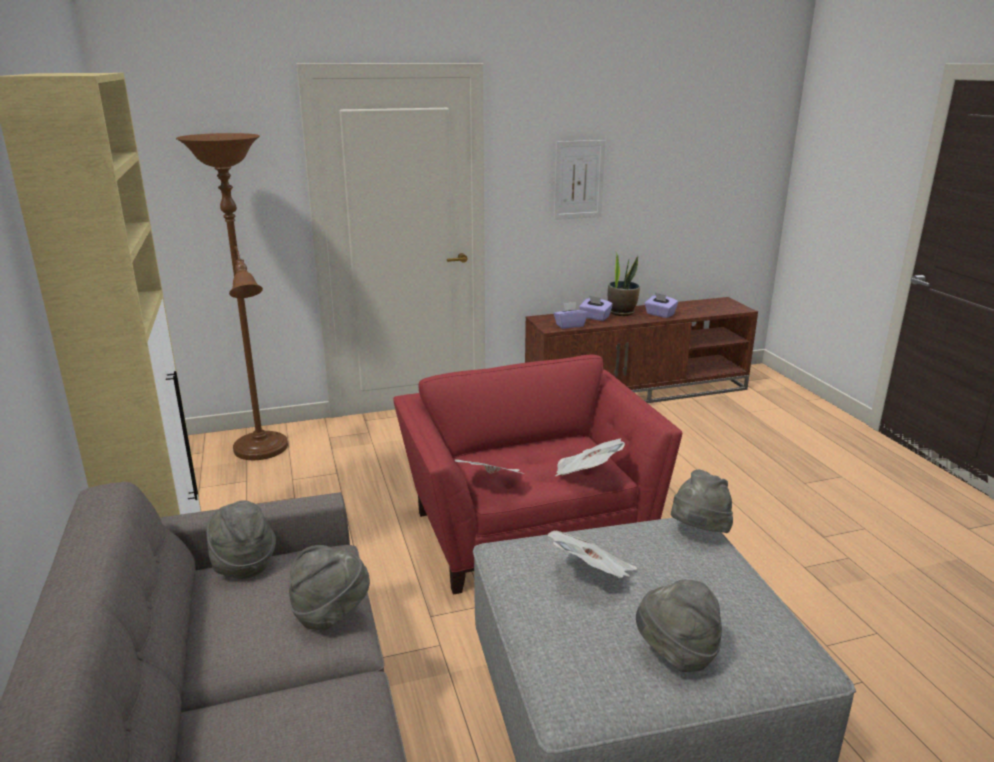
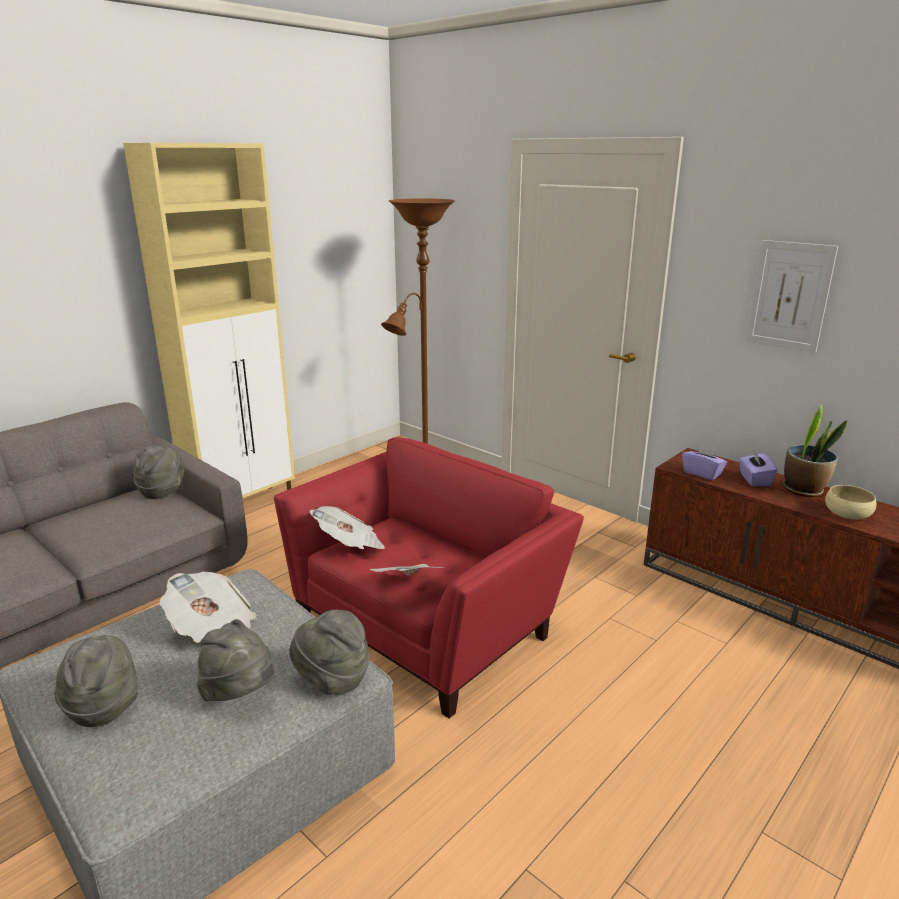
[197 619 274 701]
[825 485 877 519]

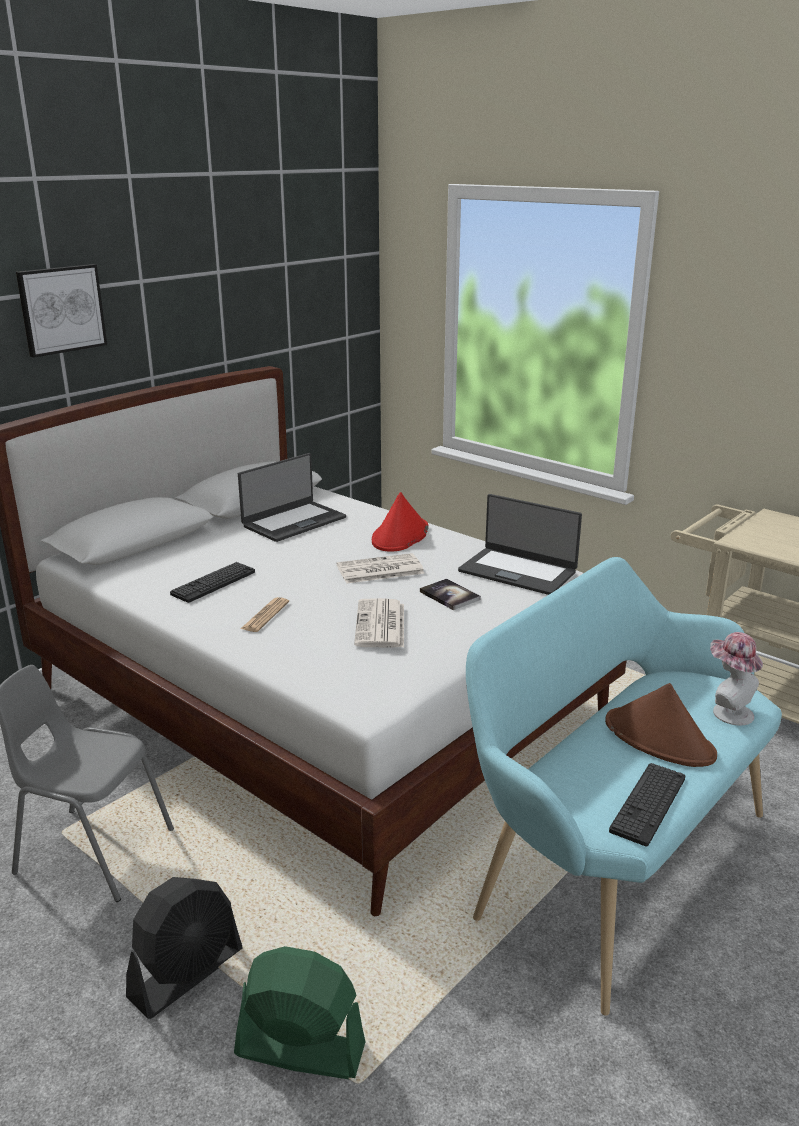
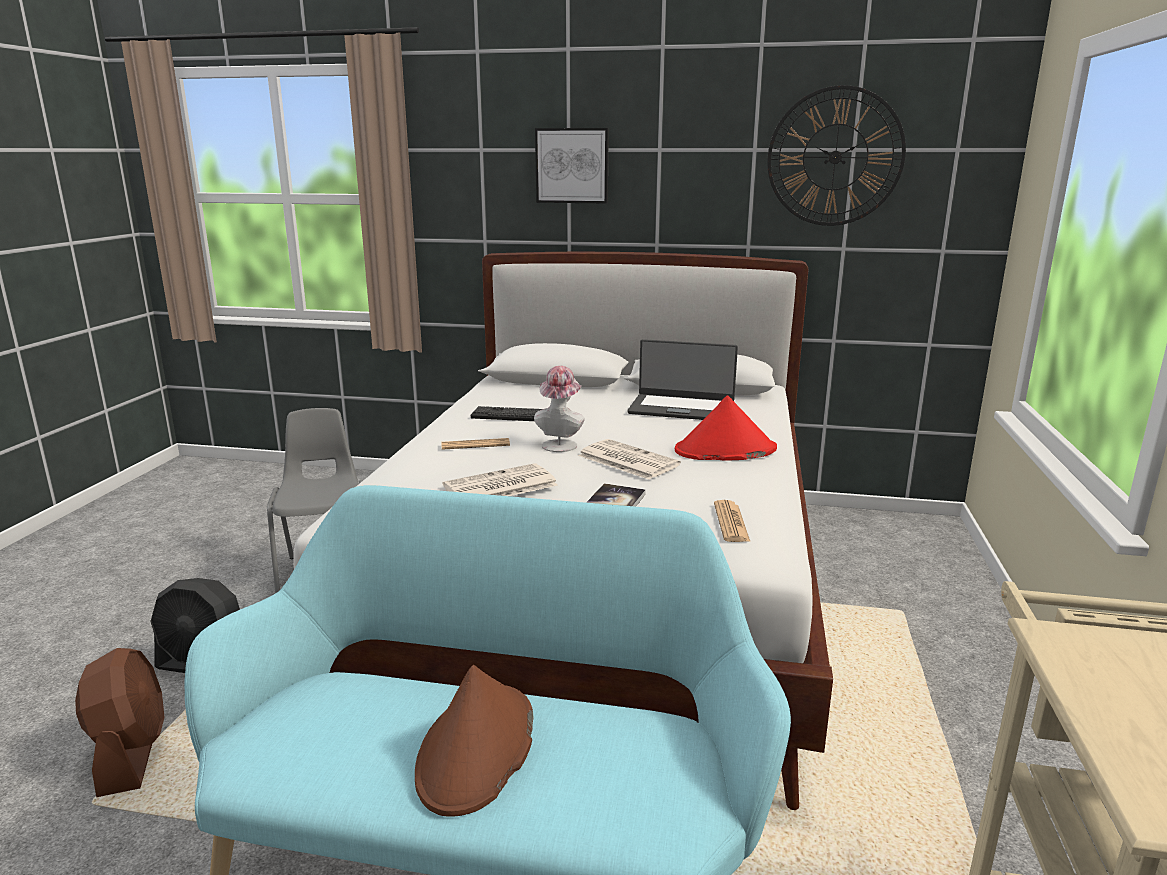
[609 763 685 847] (first image)
[767 85 906 226]
[534 366 585 452]
[714 500 750 542]
[75 648 165 797]

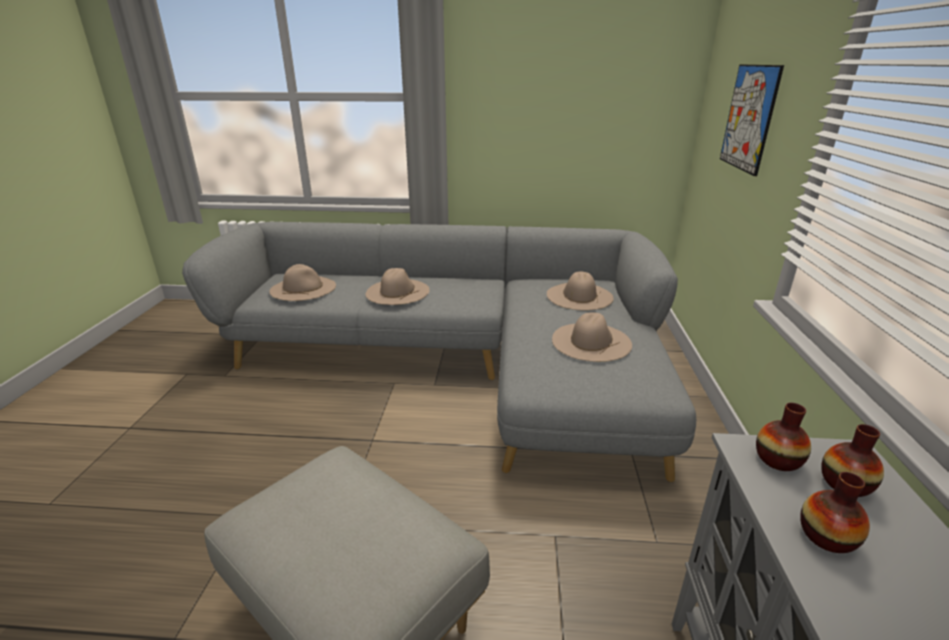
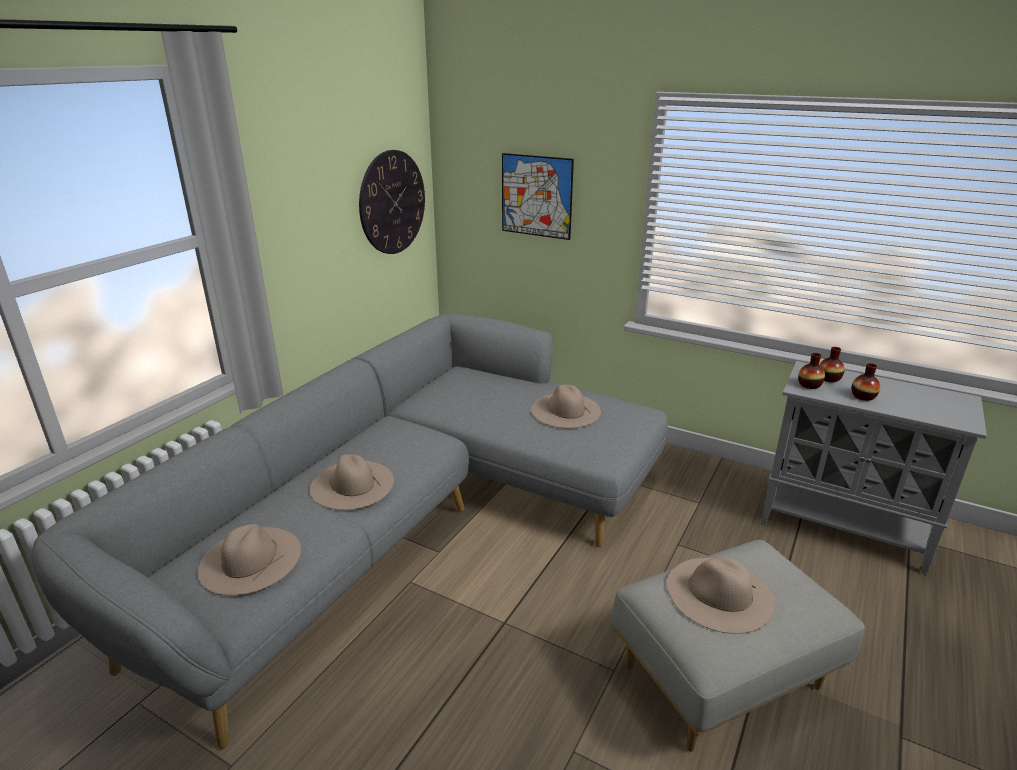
[359 150 425 254]
[667 557 775 634]

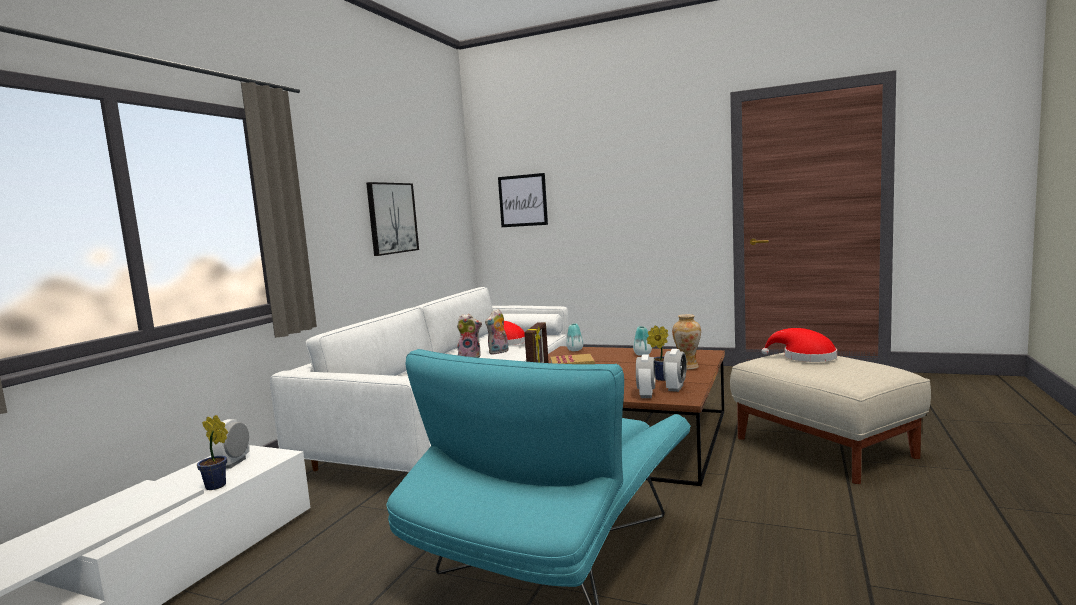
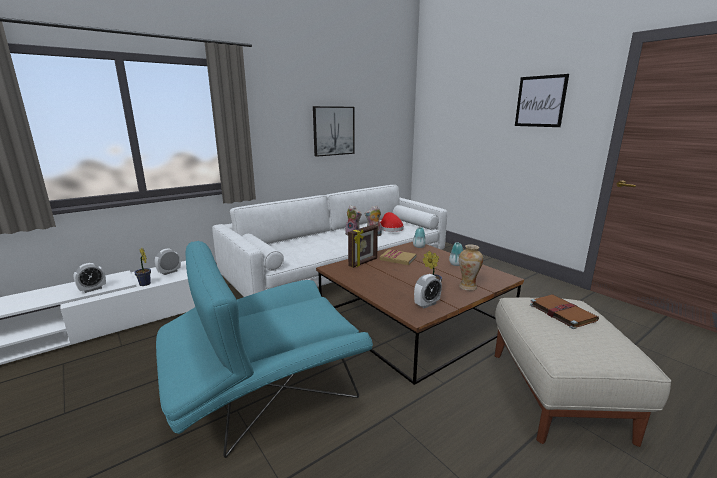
[515 74 569 127]
[74 263 106 293]
[530 294 599 329]

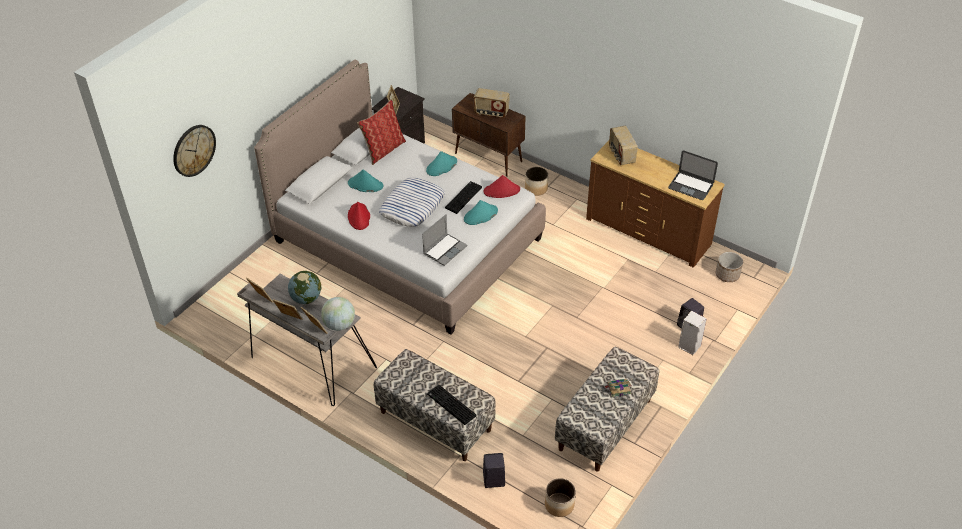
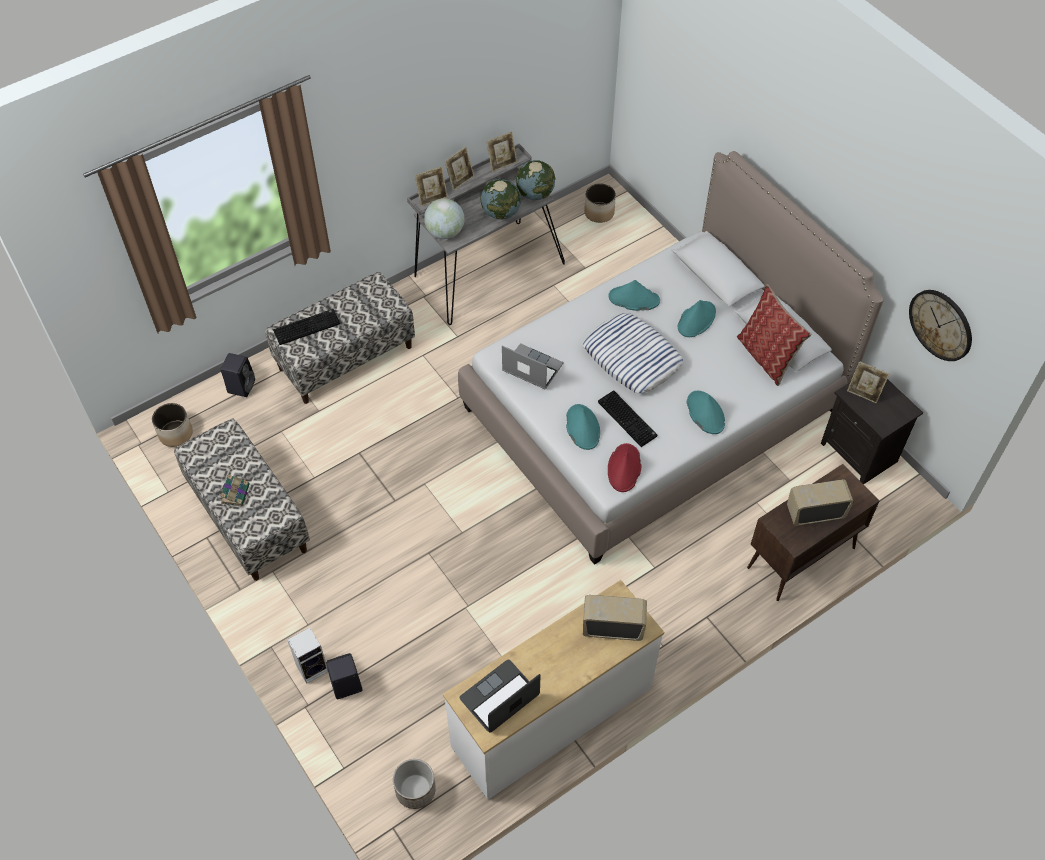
[516 160 555 200]
[909 290 972 361]
[584 183 616 223]
[608 280 660 311]
[443 580 664 800]
[502 343 564 390]
[787 479 854 526]

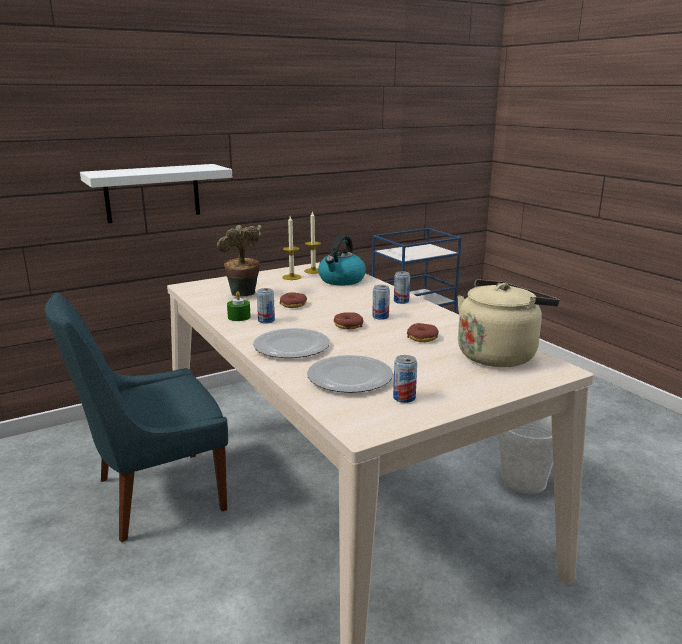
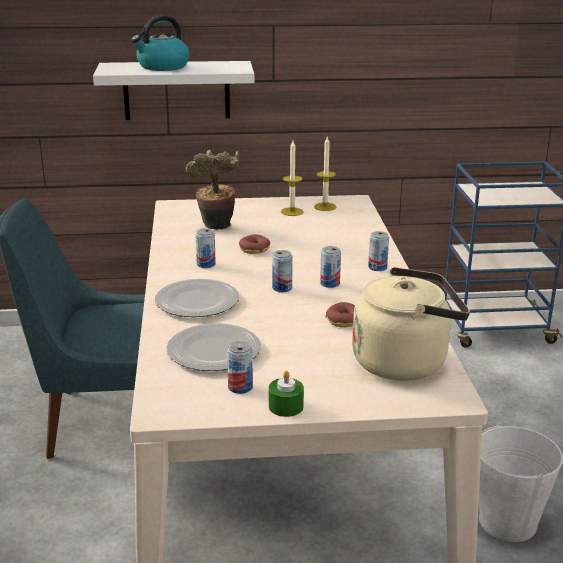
[269 371 304 417]
[131 15 189 71]
[272 250 293 292]

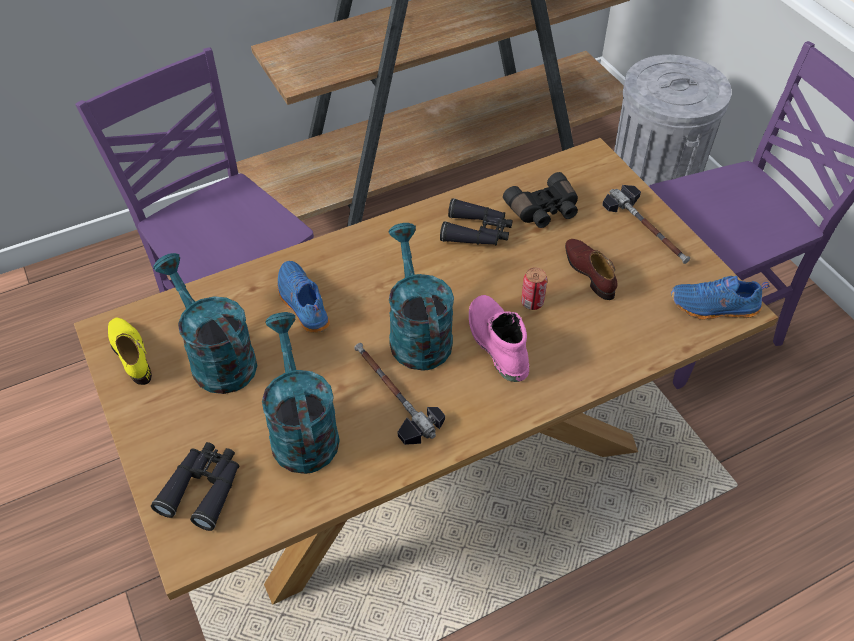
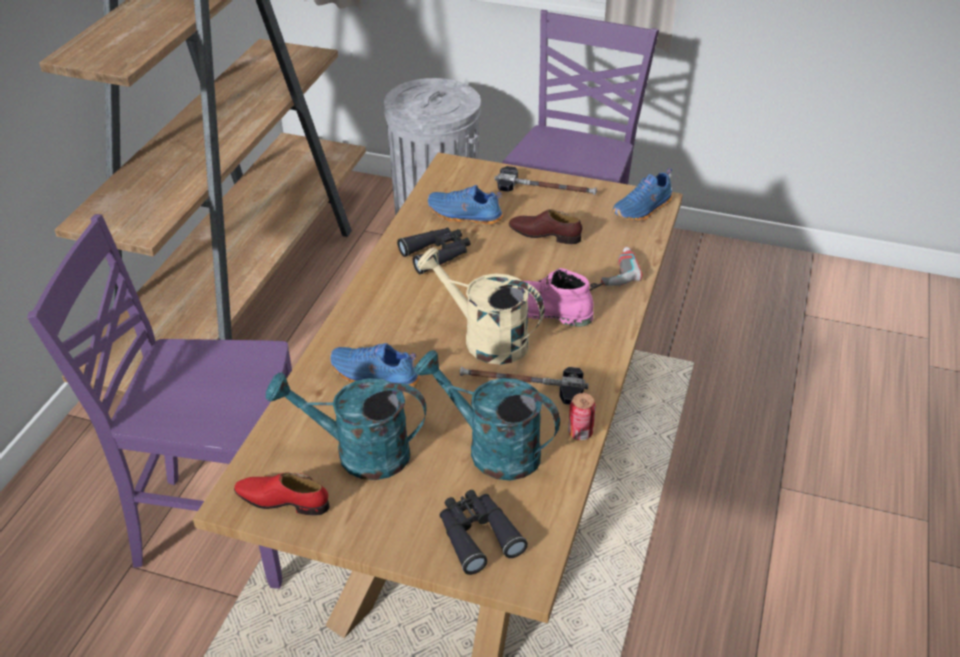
[589 247 642 291]
[568 393 596 440]
[428 185 503 225]
[234 472 329 516]
[417 247 544 365]

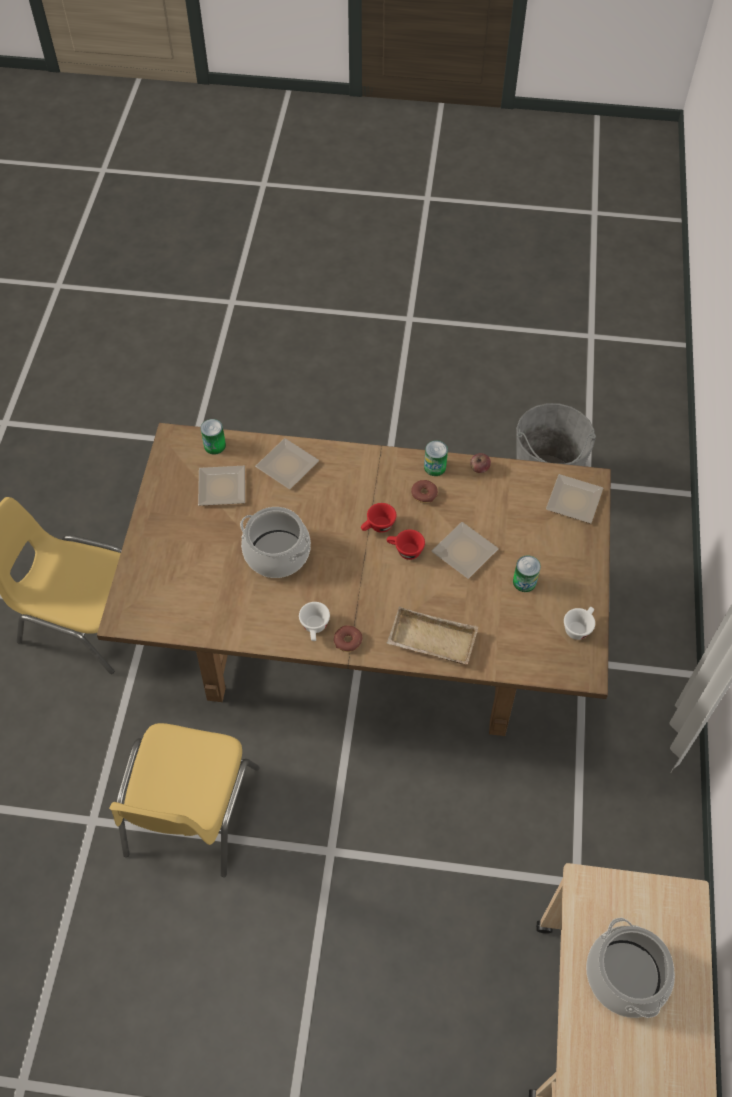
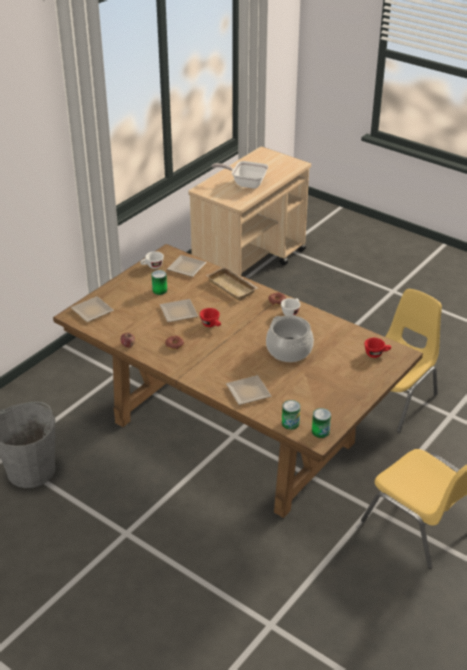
[167 255 206 277]
[364 338 391 358]
[312 408 331 438]
[212 161 268 189]

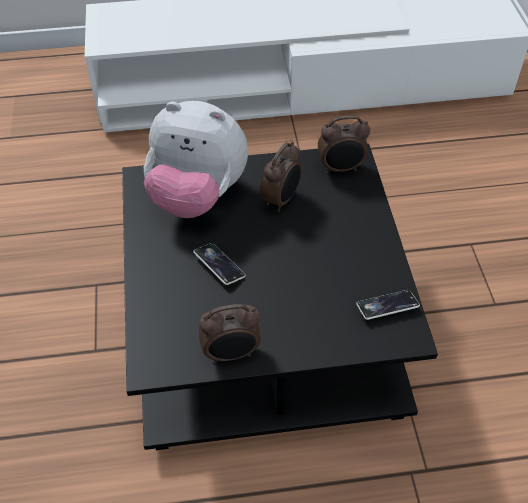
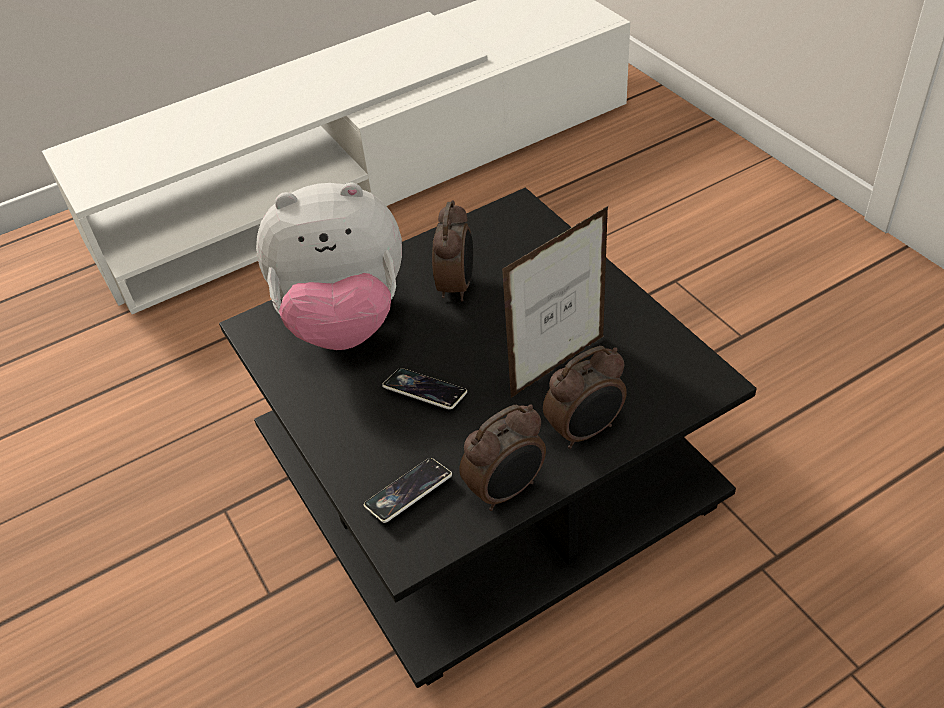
[502 206 608 398]
[543 346 627 449]
[364 458 452 523]

